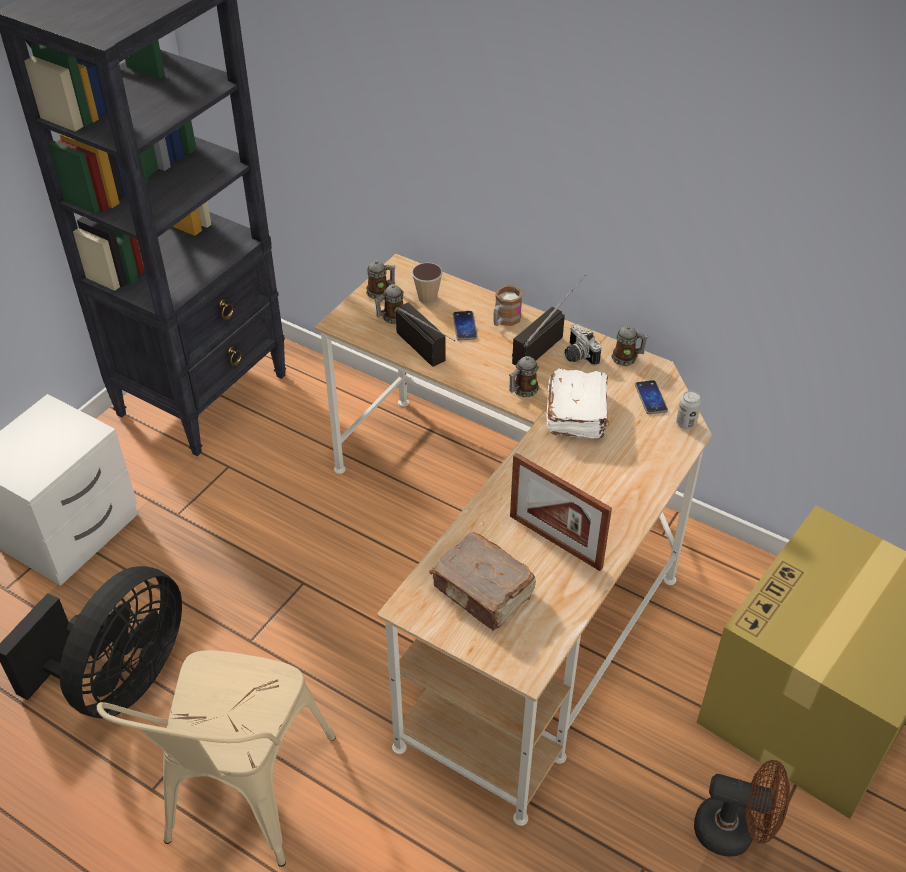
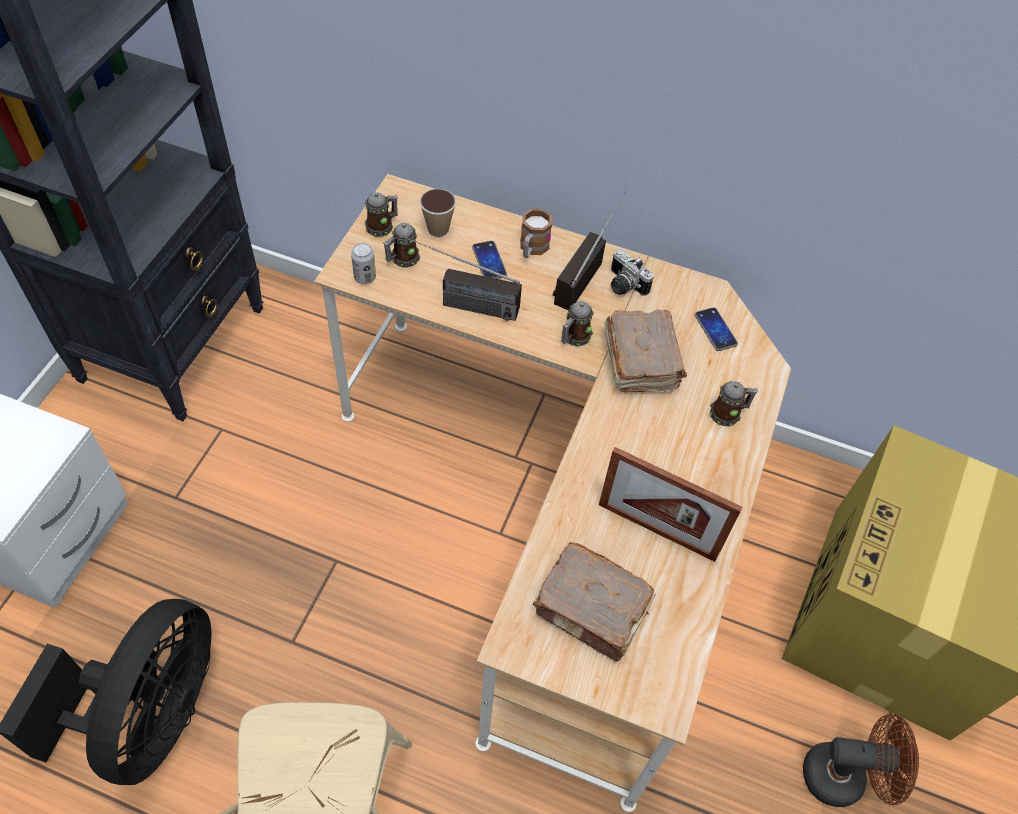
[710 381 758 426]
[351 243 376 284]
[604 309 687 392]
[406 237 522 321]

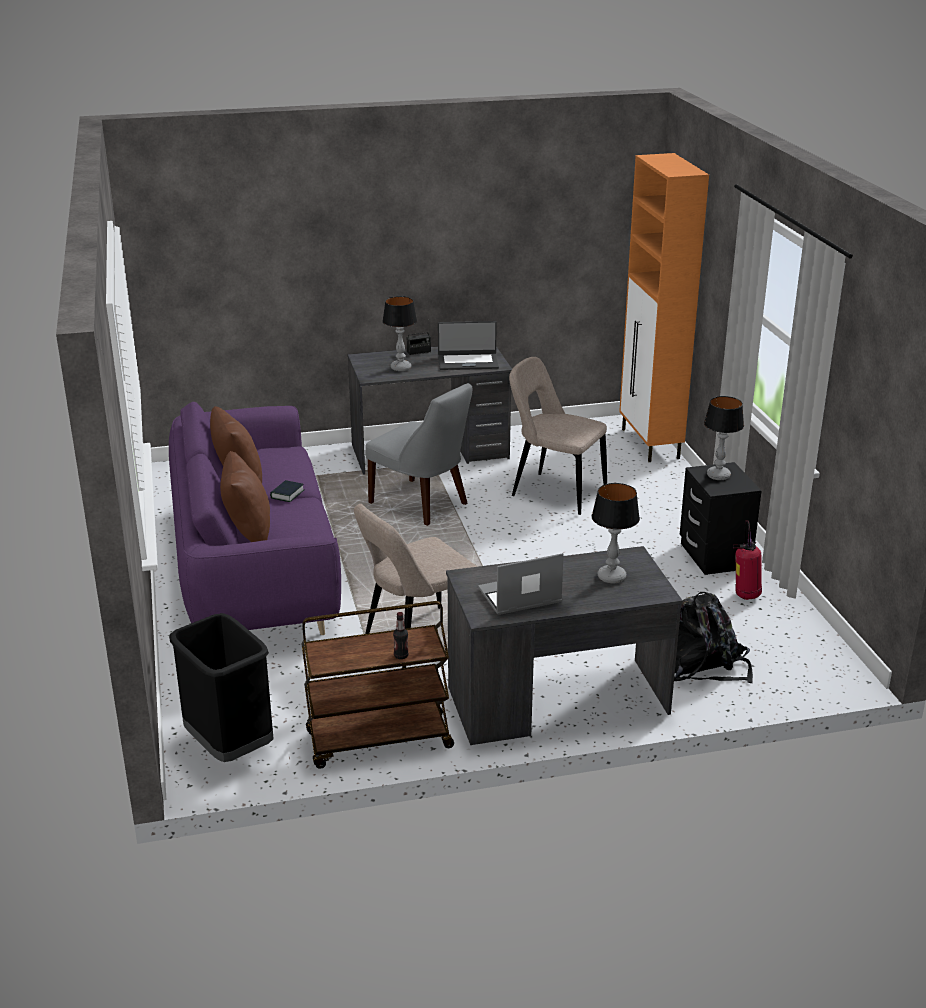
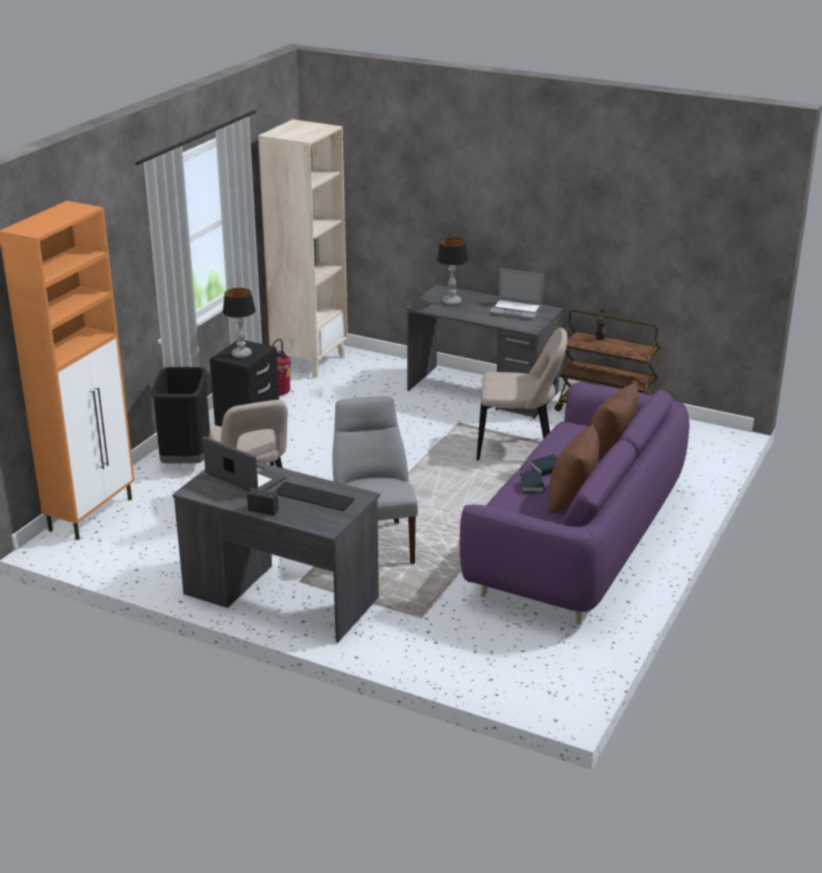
[674 592 753 683] (first image)
[258 119 348 378]
[519 472 545 493]
[151 367 210 464]
[274 482 355 511]

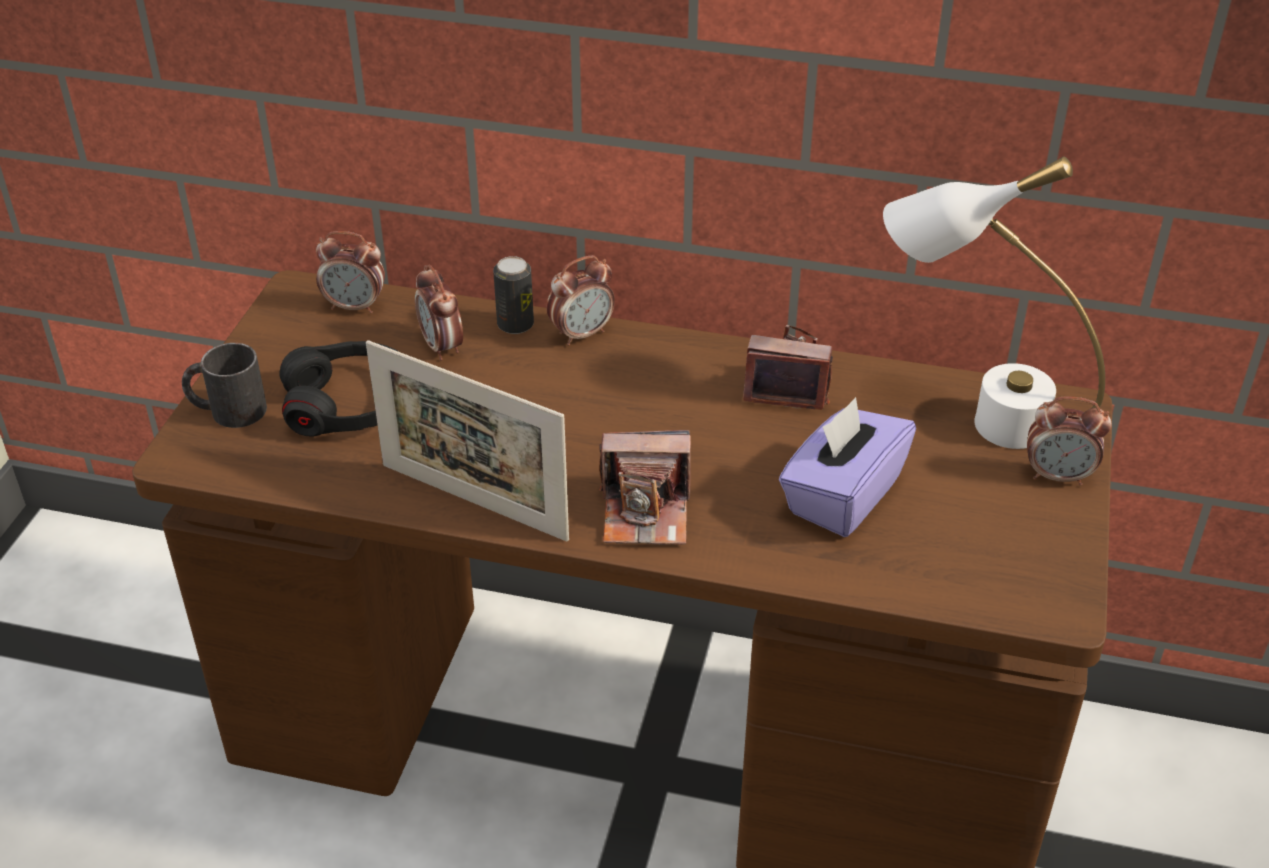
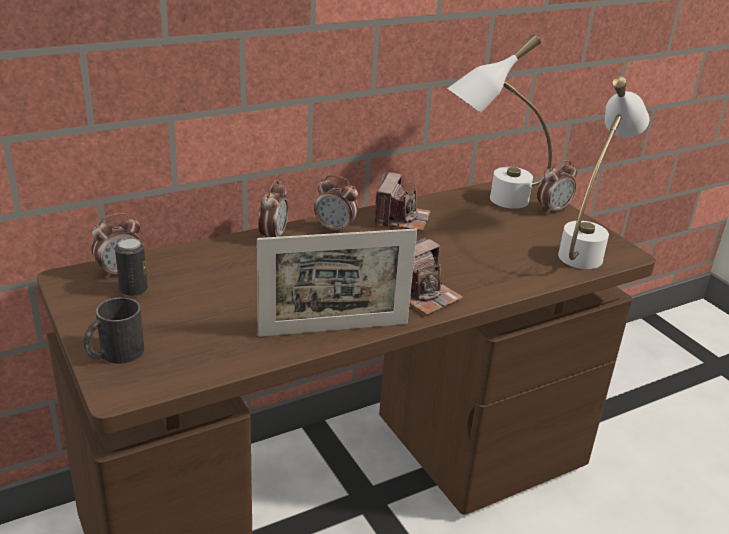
[280 341 399 436] (first image)
[779 397 916 537] (first image)
[558 76 649 269]
[314 175 358 233]
[115 238 148 297]
[374 172 431 231]

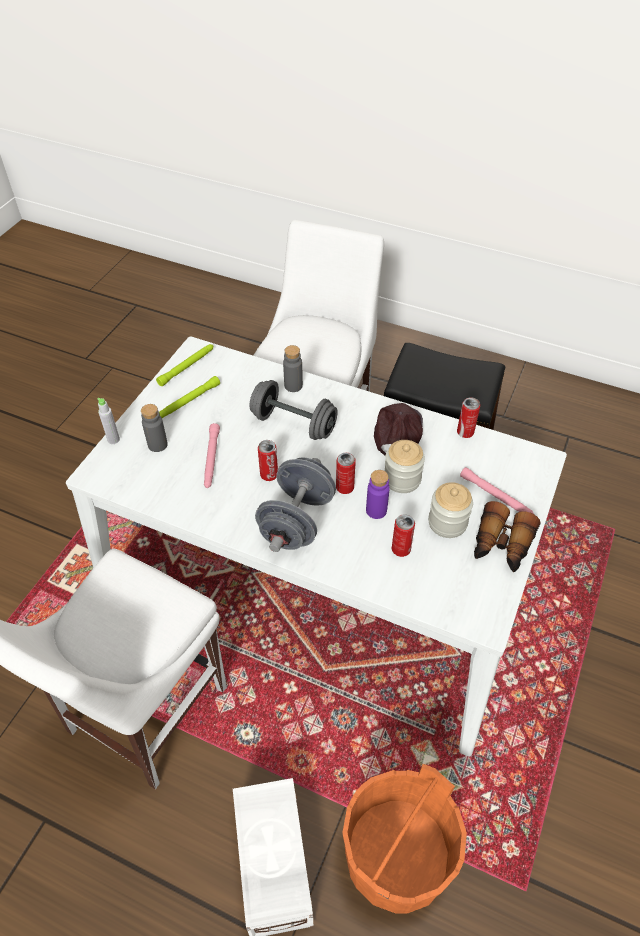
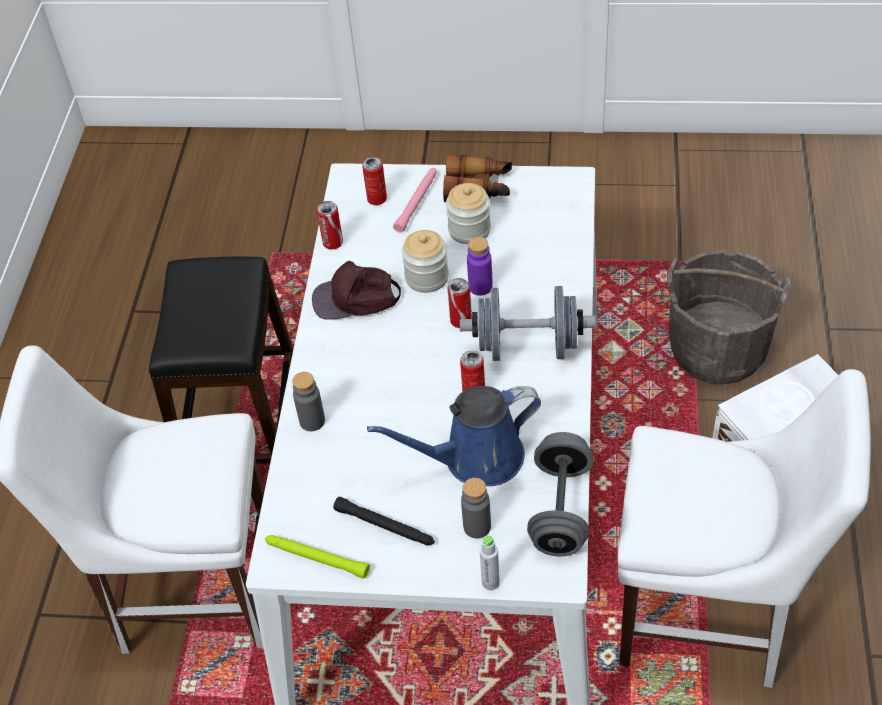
[527 432 593 556]
[362 157 387 205]
[367 386 541 486]
[333 497 435 546]
[667 250 790 385]

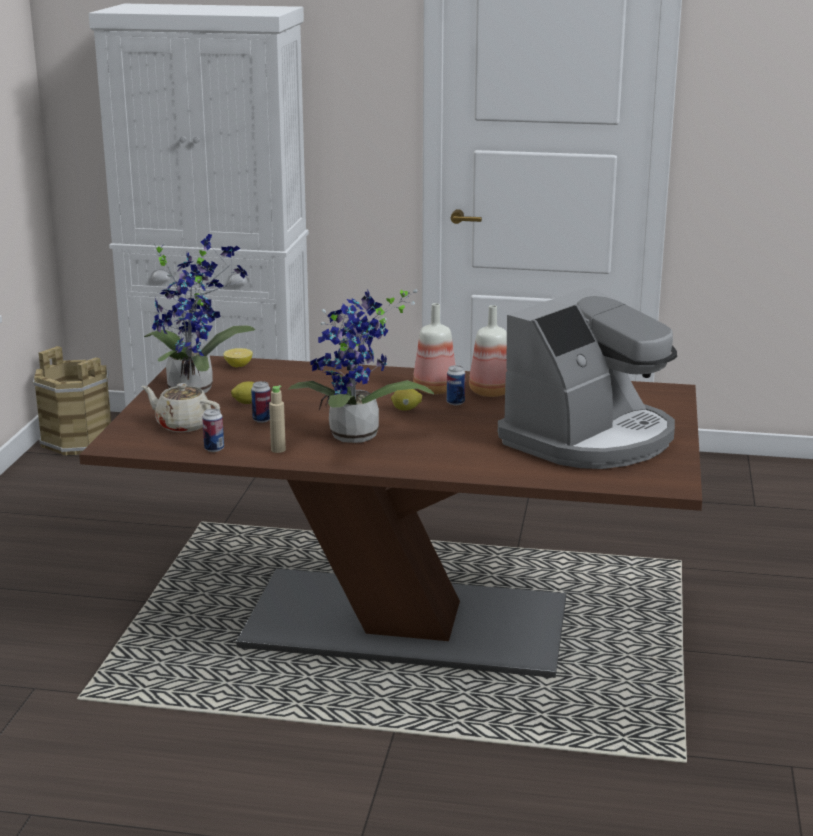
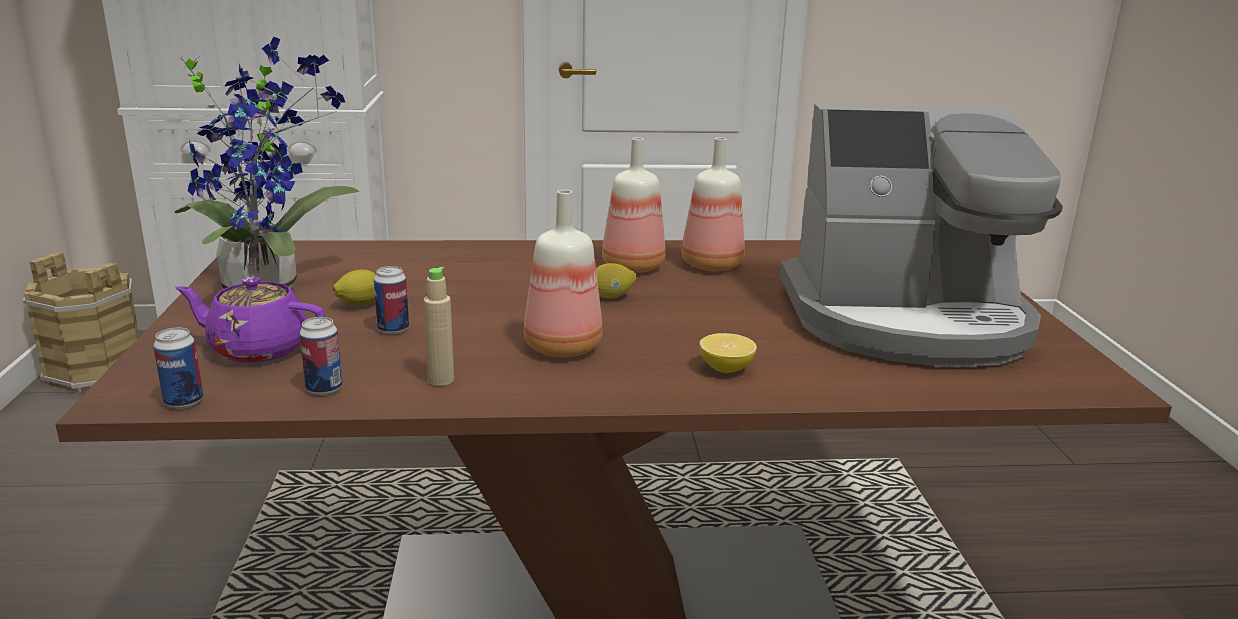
[699 333 757 373]
[153 328 203 409]
[524 190 603 357]
[175 277 325 363]
[780 104 1063 367]

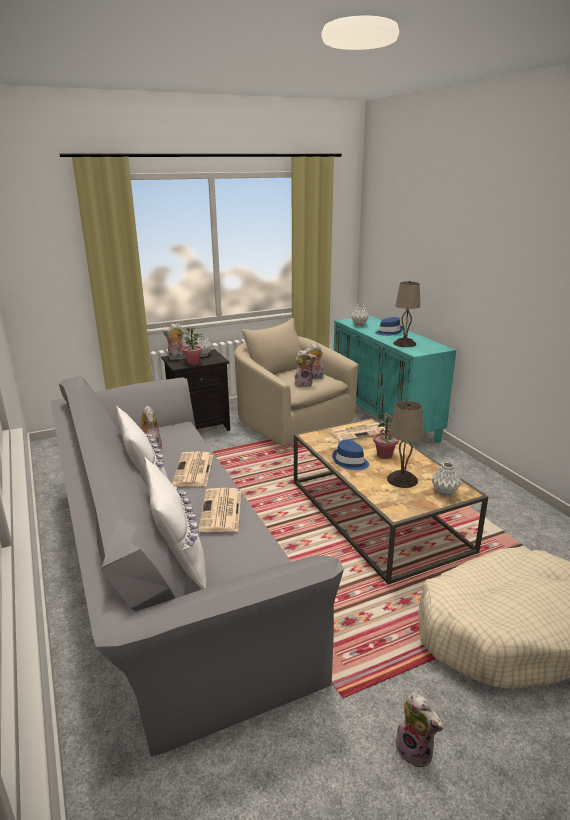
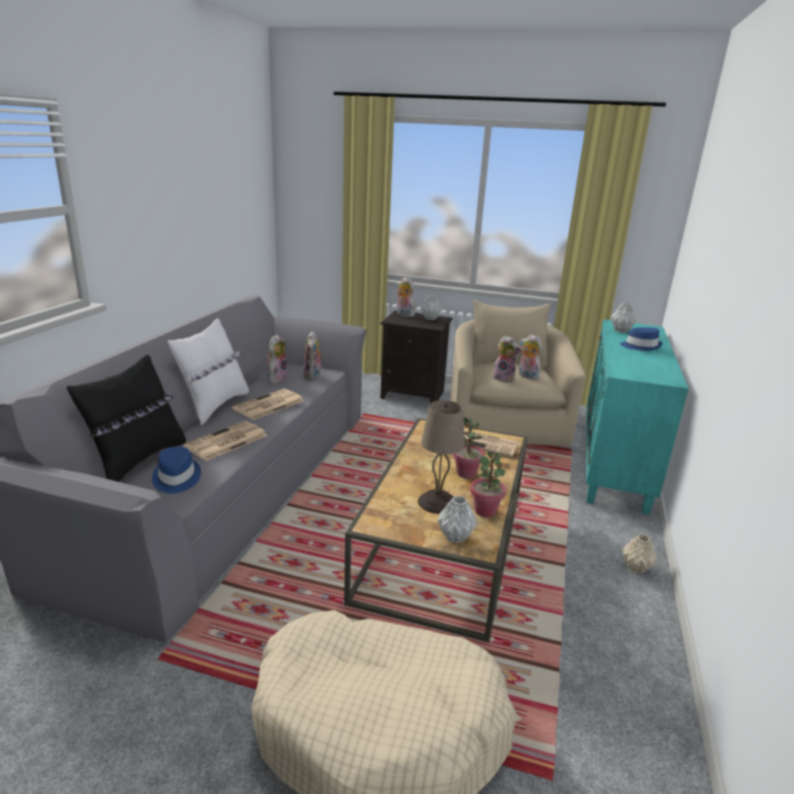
[393 281 420 347] (first image)
[622 534 657 574]
[470 451 506 517]
[152 446 201 494]
[303 331 324 380]
[67 355 186 482]

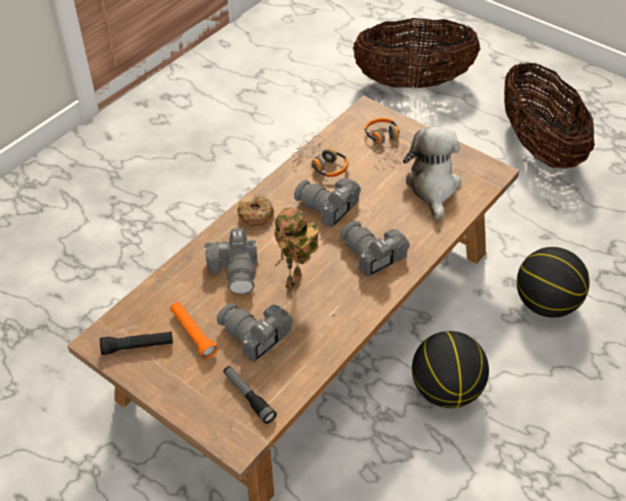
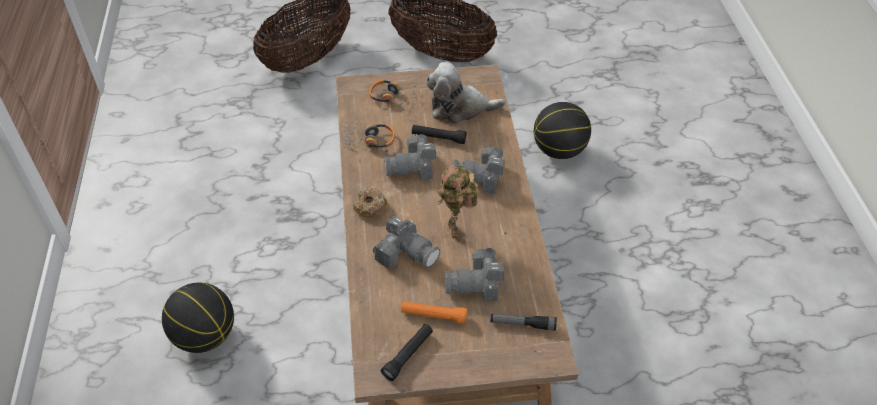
[412 125 467 144]
[162 283 234 353]
[426 62 506 124]

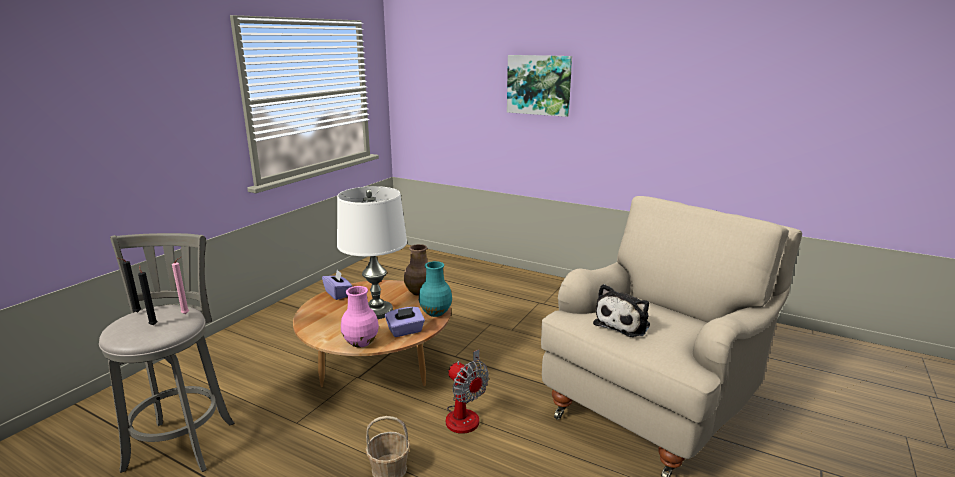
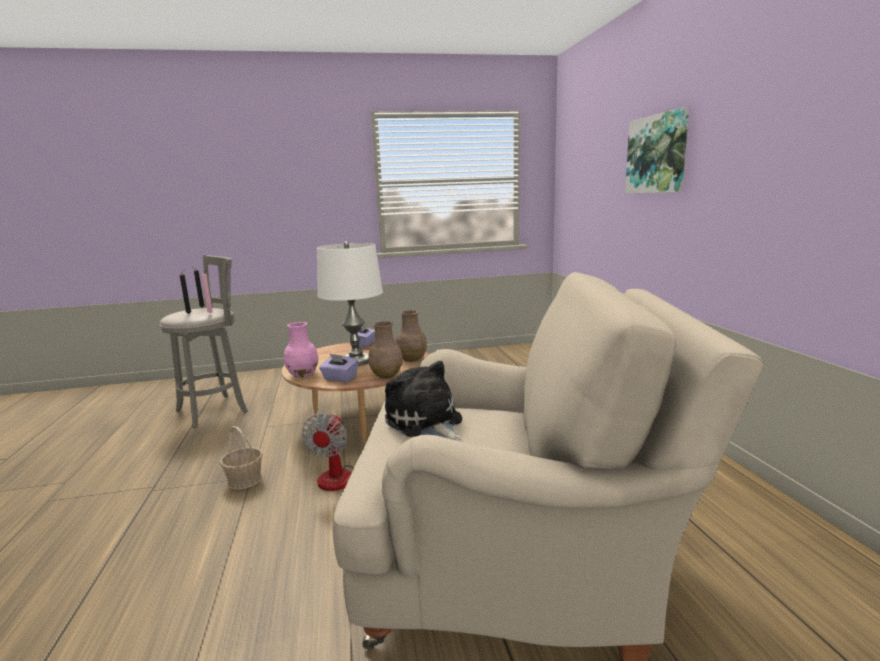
[368 321 403 378]
[385 361 462 441]

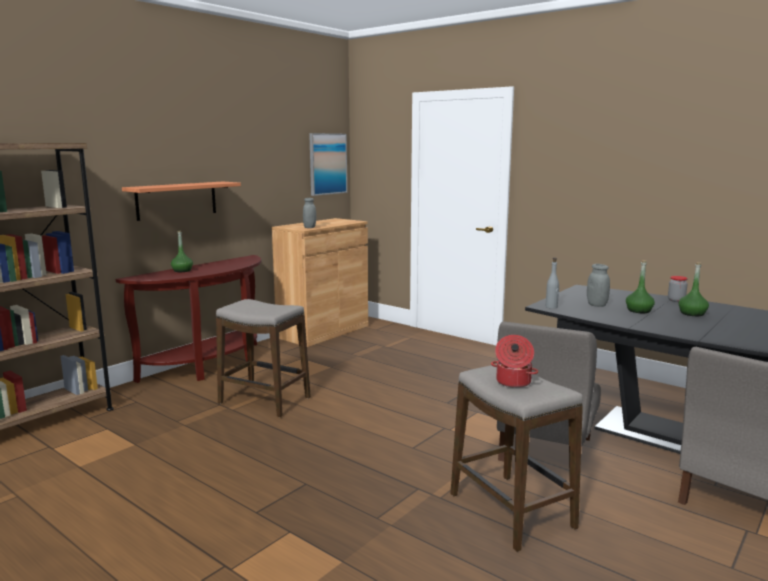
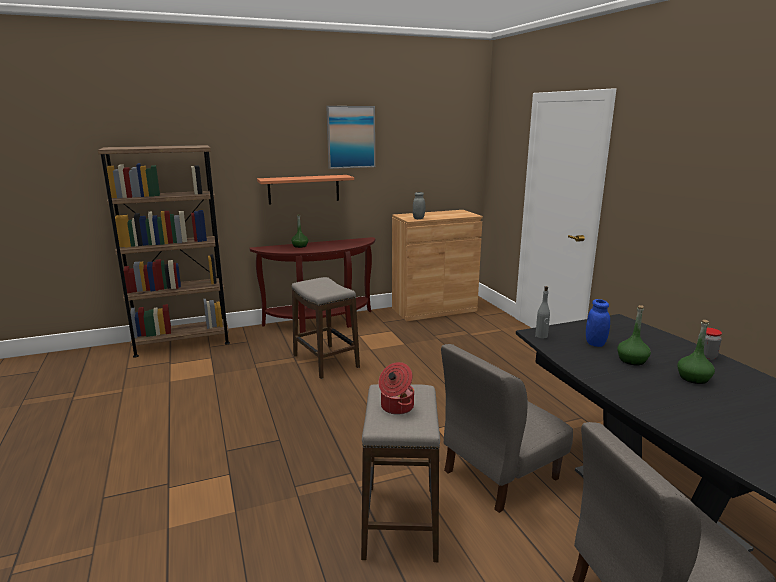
[326 106 375 169]
[586 299 610 347]

